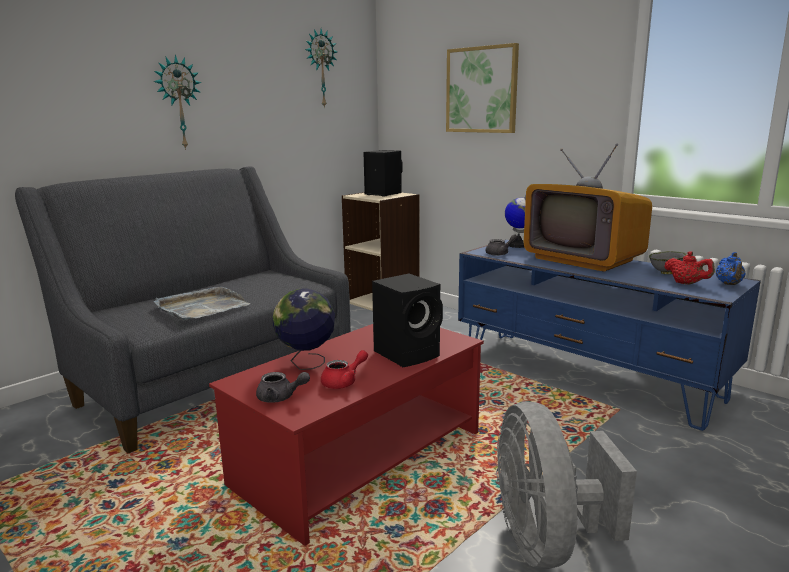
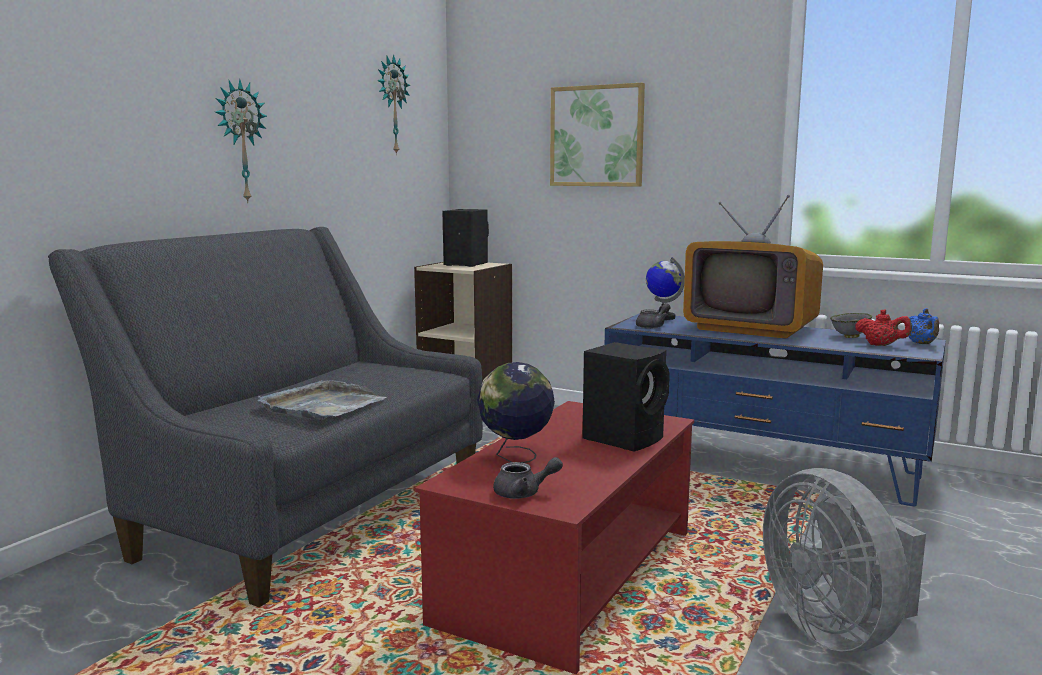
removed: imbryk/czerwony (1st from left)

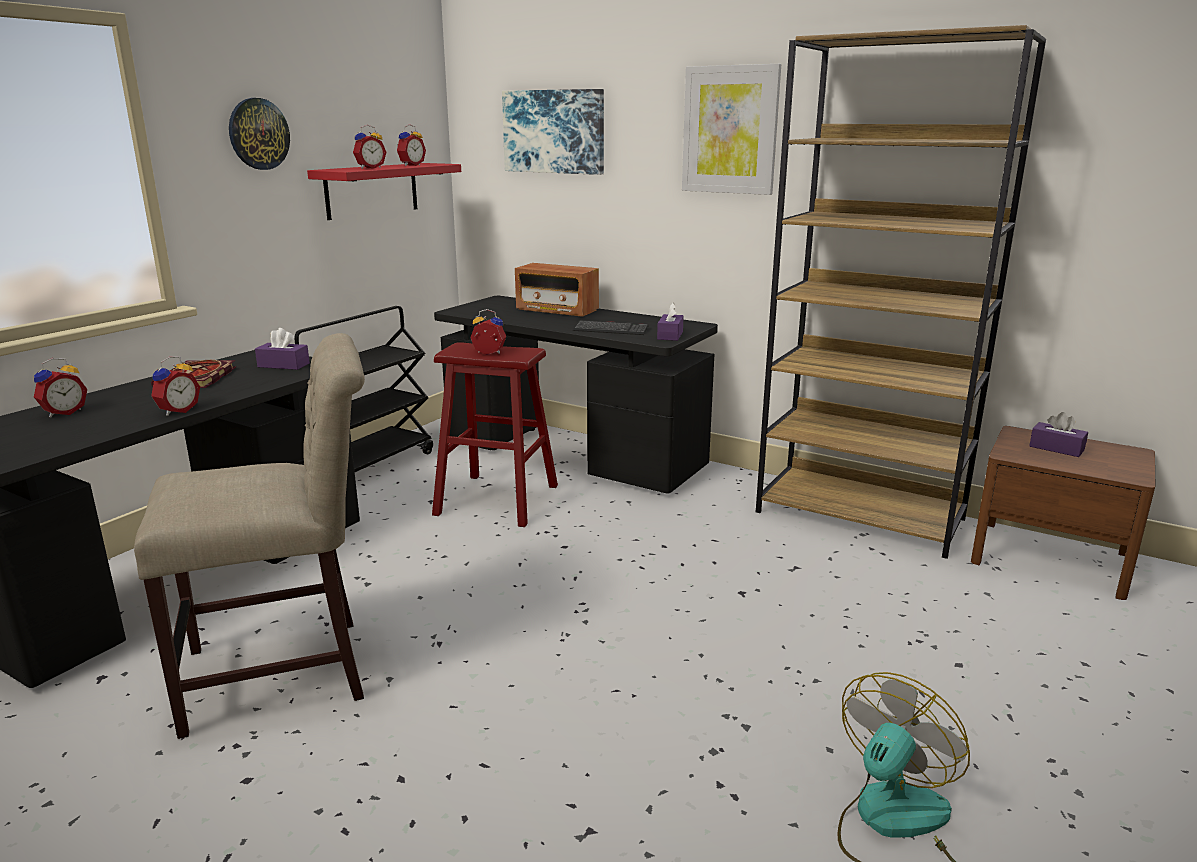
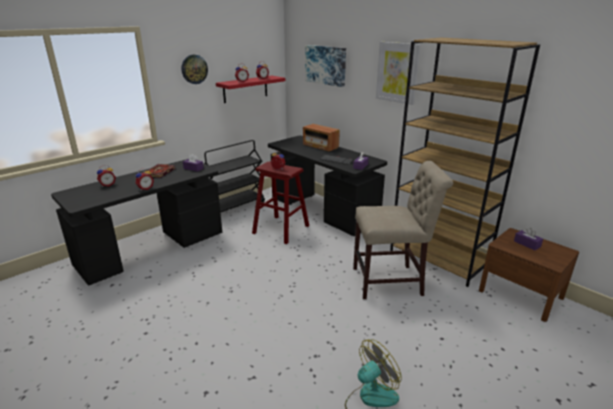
moved: krzesło/beżowy

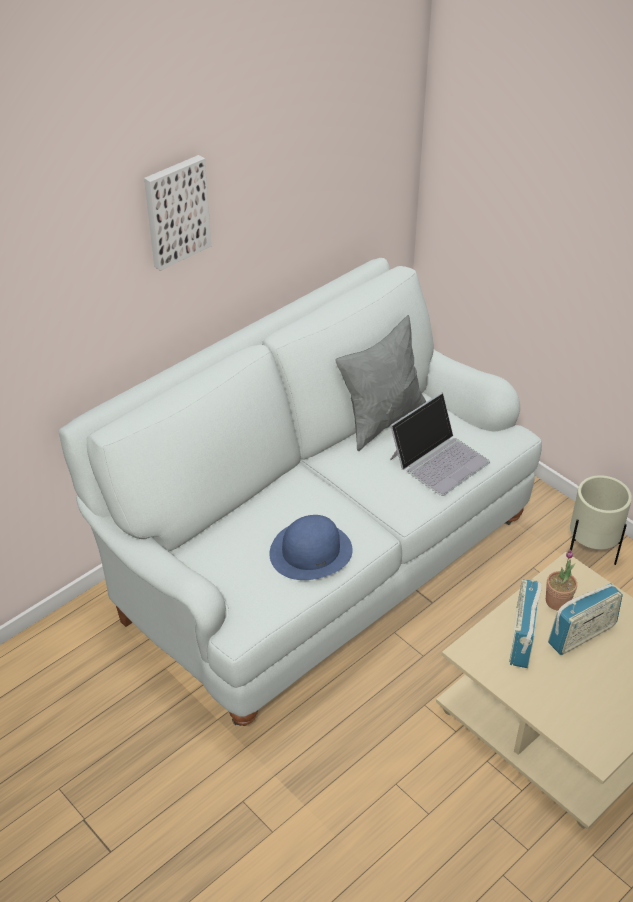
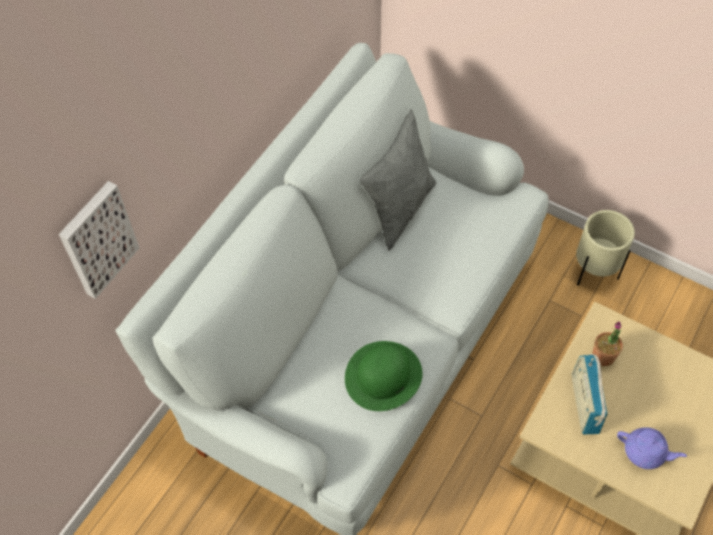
removed: laptop; radio (2nd from left)
added: imbryk/fioletowy
moved: obraz
recoloured: kapelusz/niebieski to kapelusz/zielony

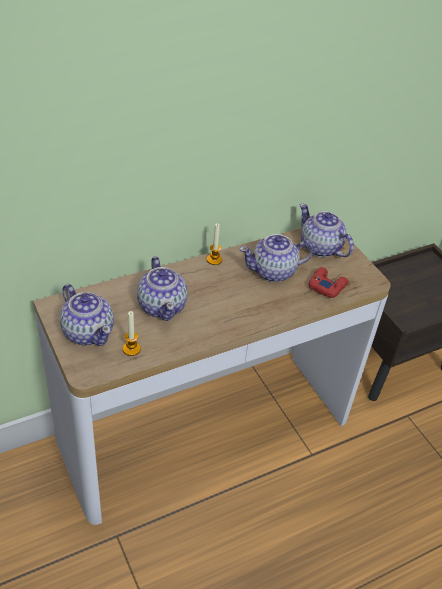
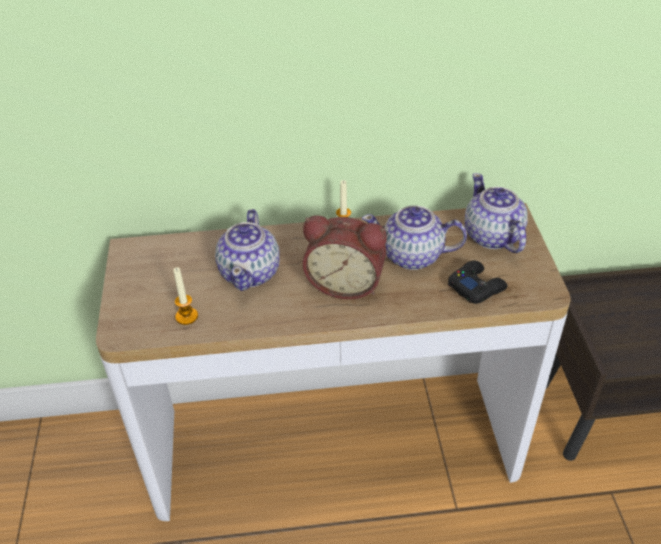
removed: imbryk (1st from left)
added: budzik
recoloured: pad do gier/czerwony to pad do gier/czarny

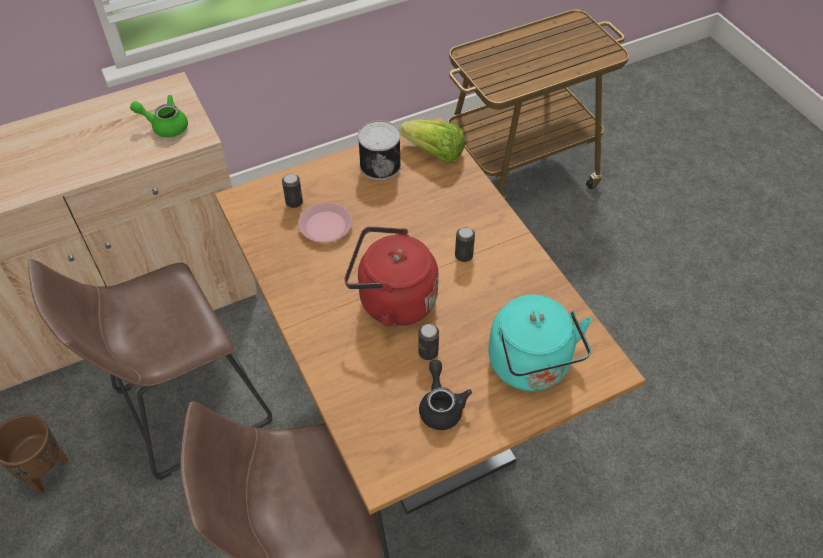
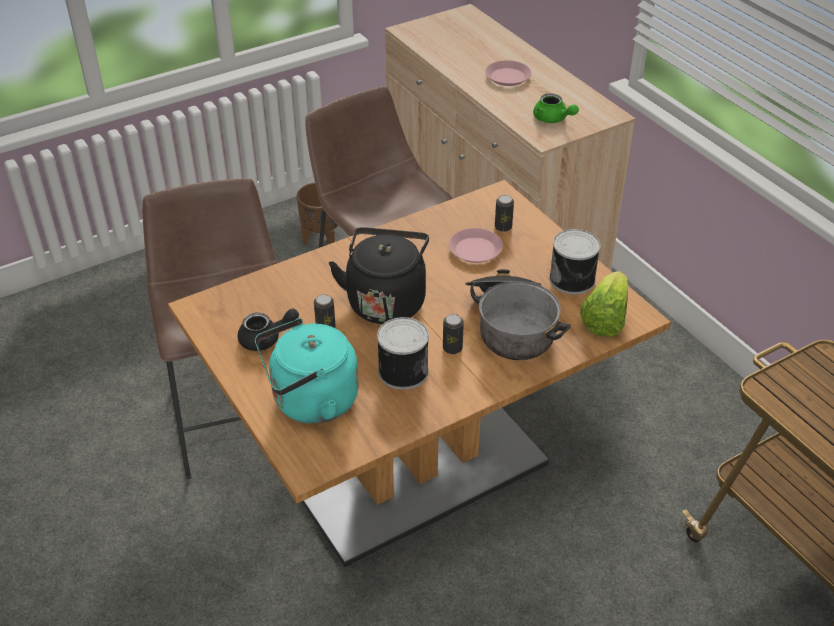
added: puszka (2nd from left); garnek; talerz/różowy (2nd from left)
recoloured: czajnik/czerwony to czajnik/czarny
turned: imbryk/zielony 135 degrees clockwise

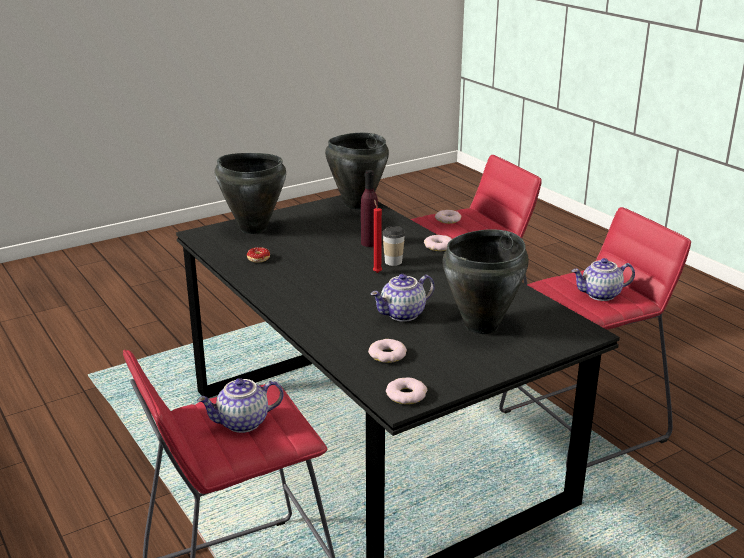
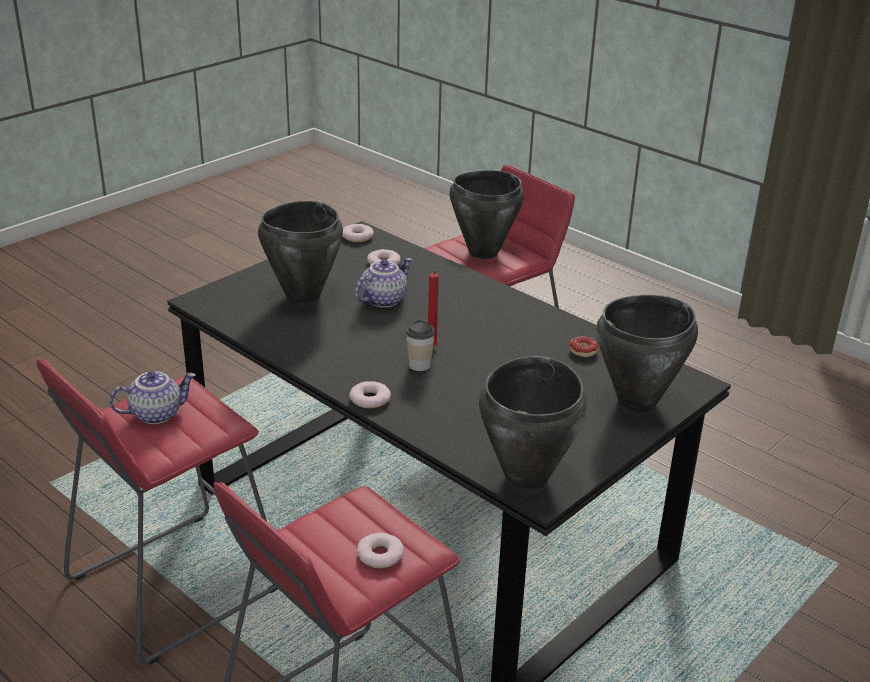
removed: butelka/fioletowy
replaced: imbryk (1st from left) to garnek/czarny (2nd from left)

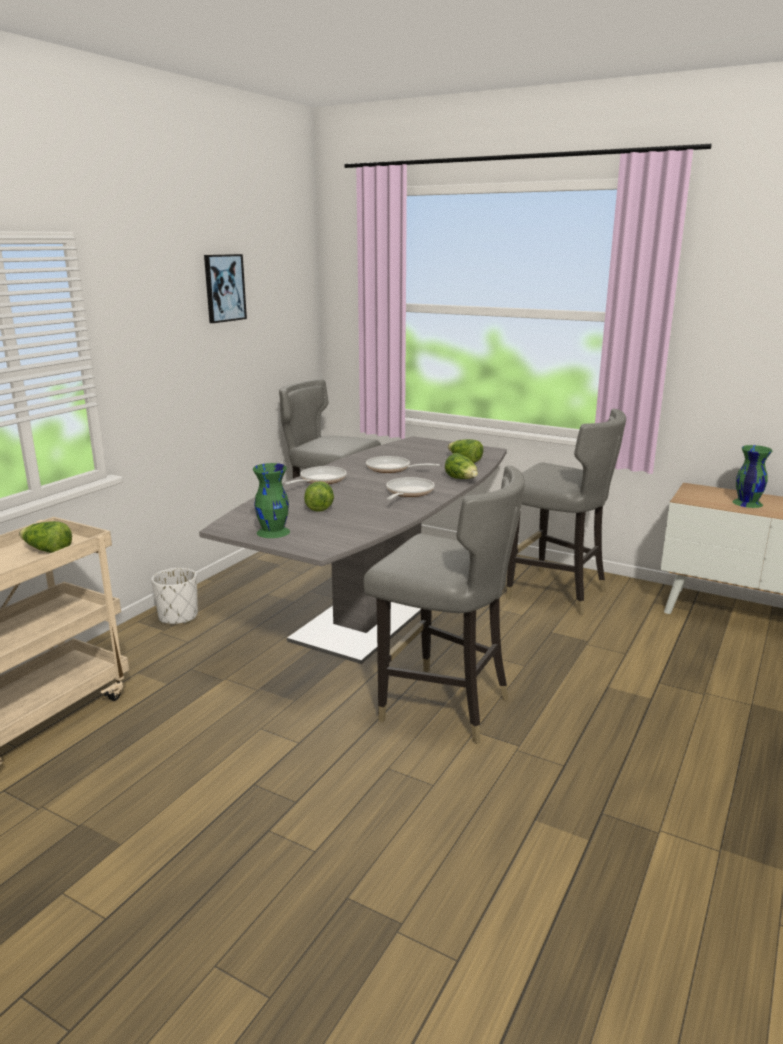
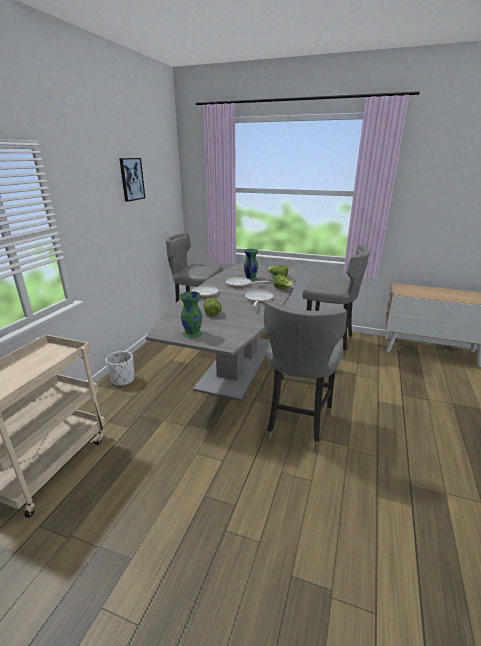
removed: sałata (1st from left)
moved: wazon/zielony (2nd from left)
turned: krzesło/szary (2nd from left) 90 degrees clockwise

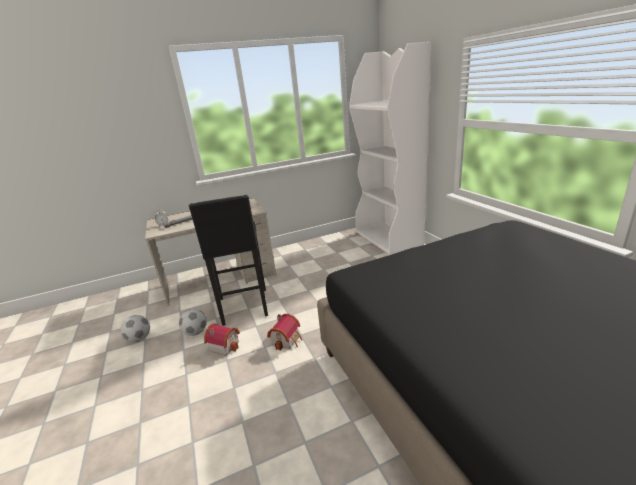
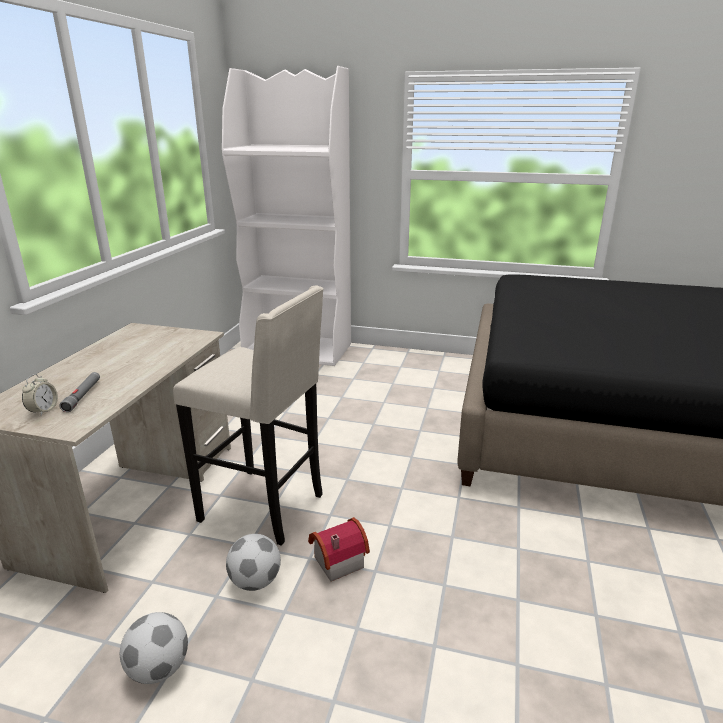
removed: domek (2nd from left)
recoloured: stołek/czarny to stołek/beżowy

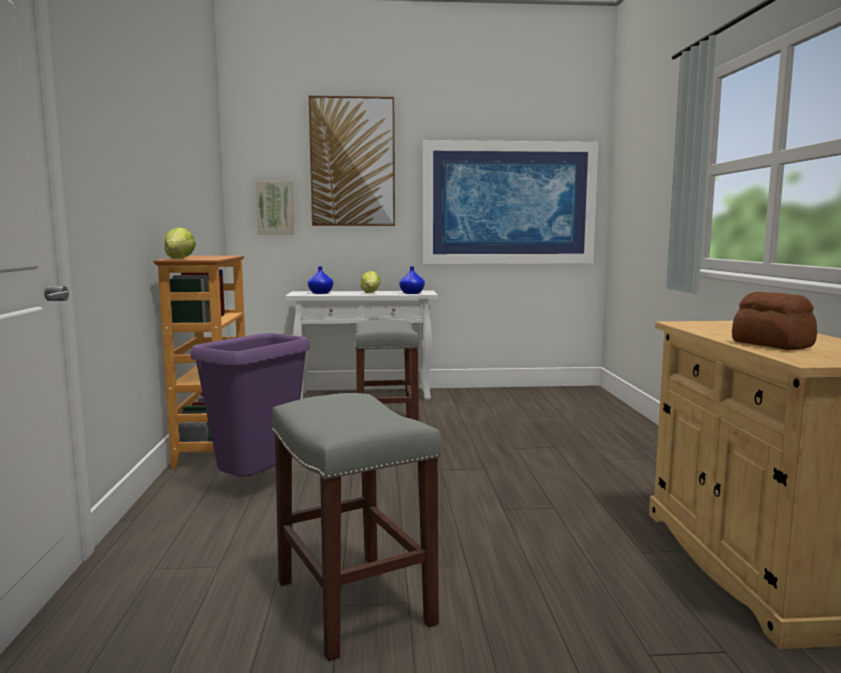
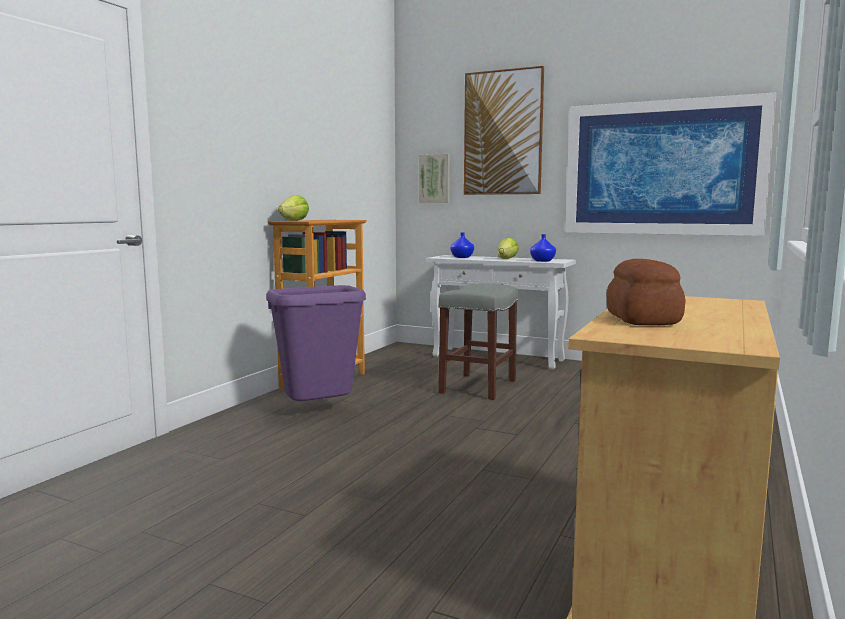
removed: stołek/szary (1st from left)

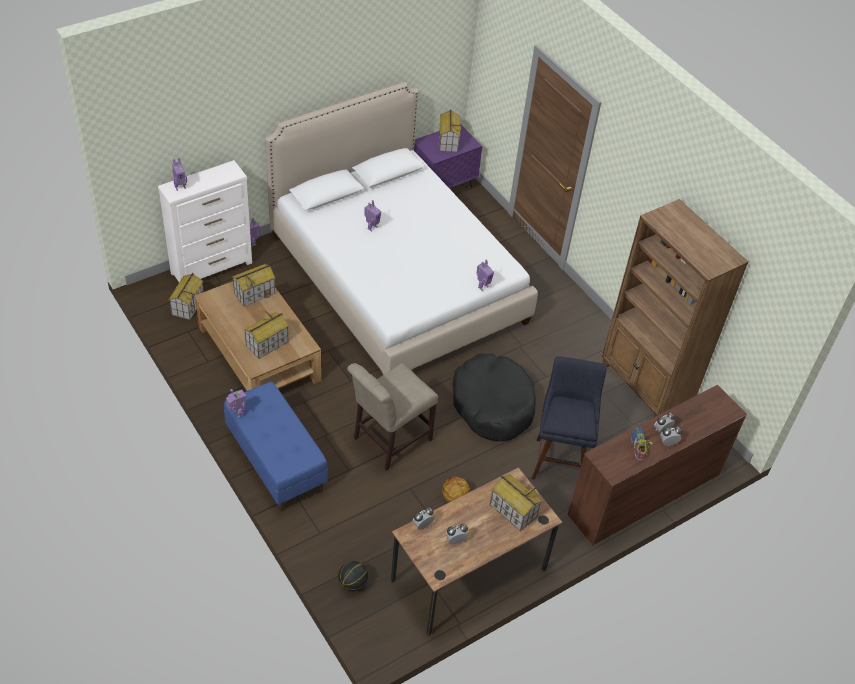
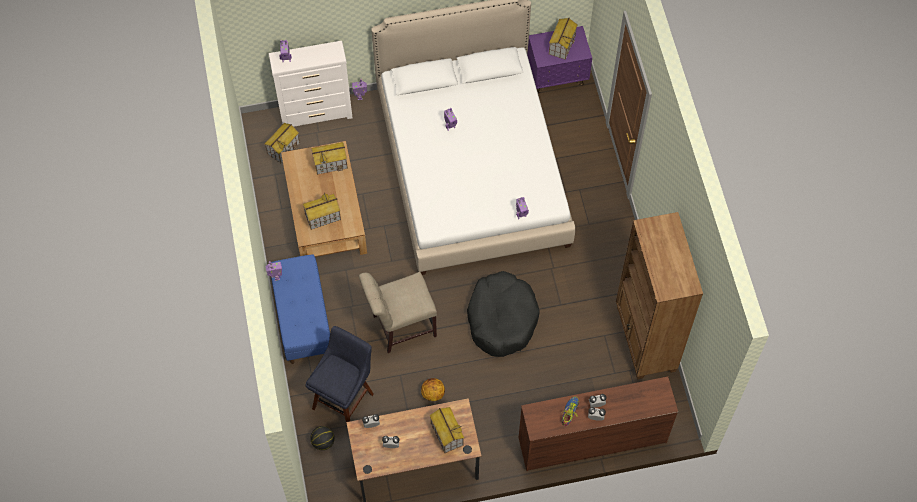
moved: stołek/niebieski

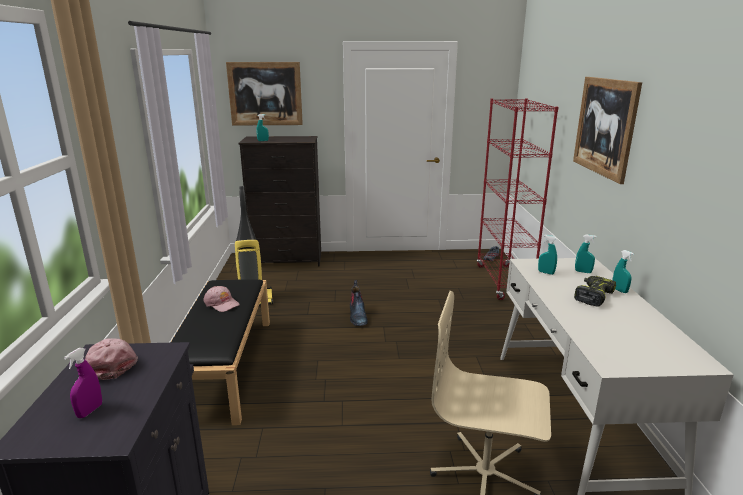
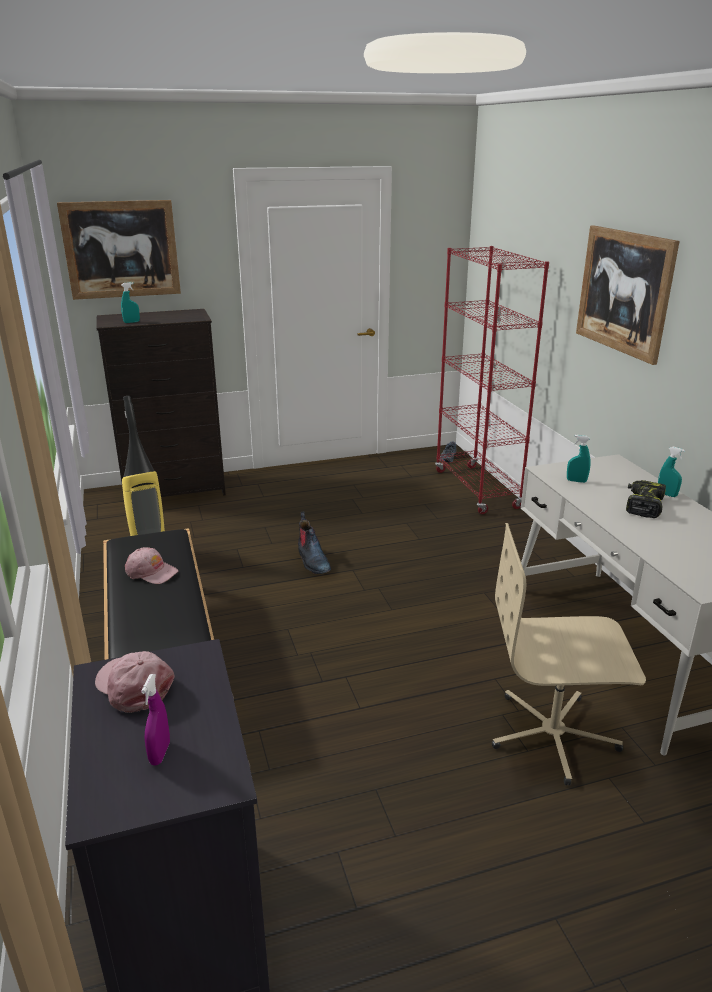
removed: spryskiwacz/turkusowy (3rd from left)

